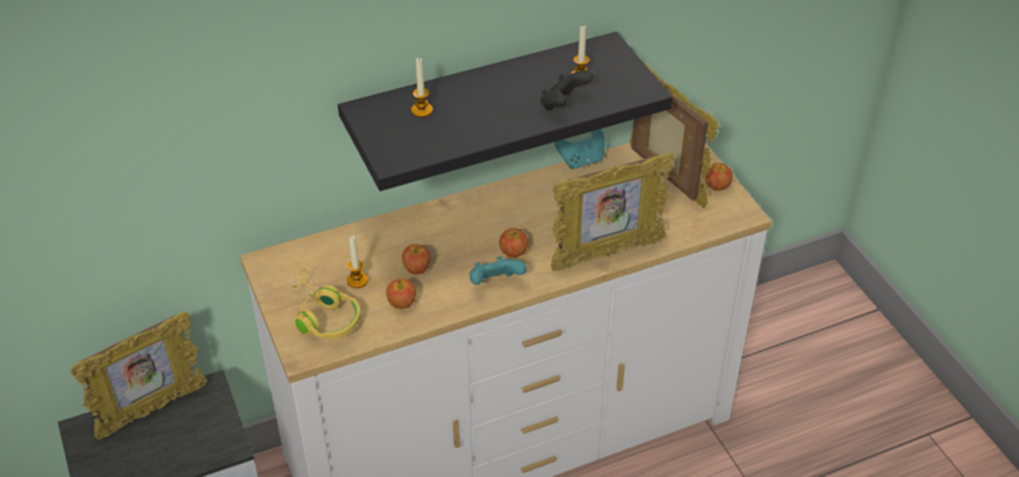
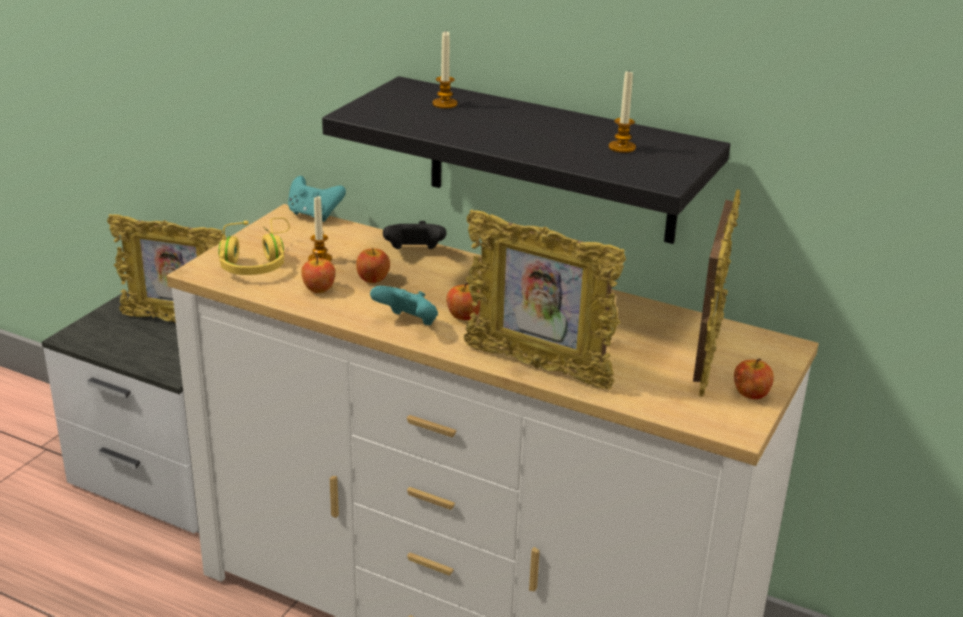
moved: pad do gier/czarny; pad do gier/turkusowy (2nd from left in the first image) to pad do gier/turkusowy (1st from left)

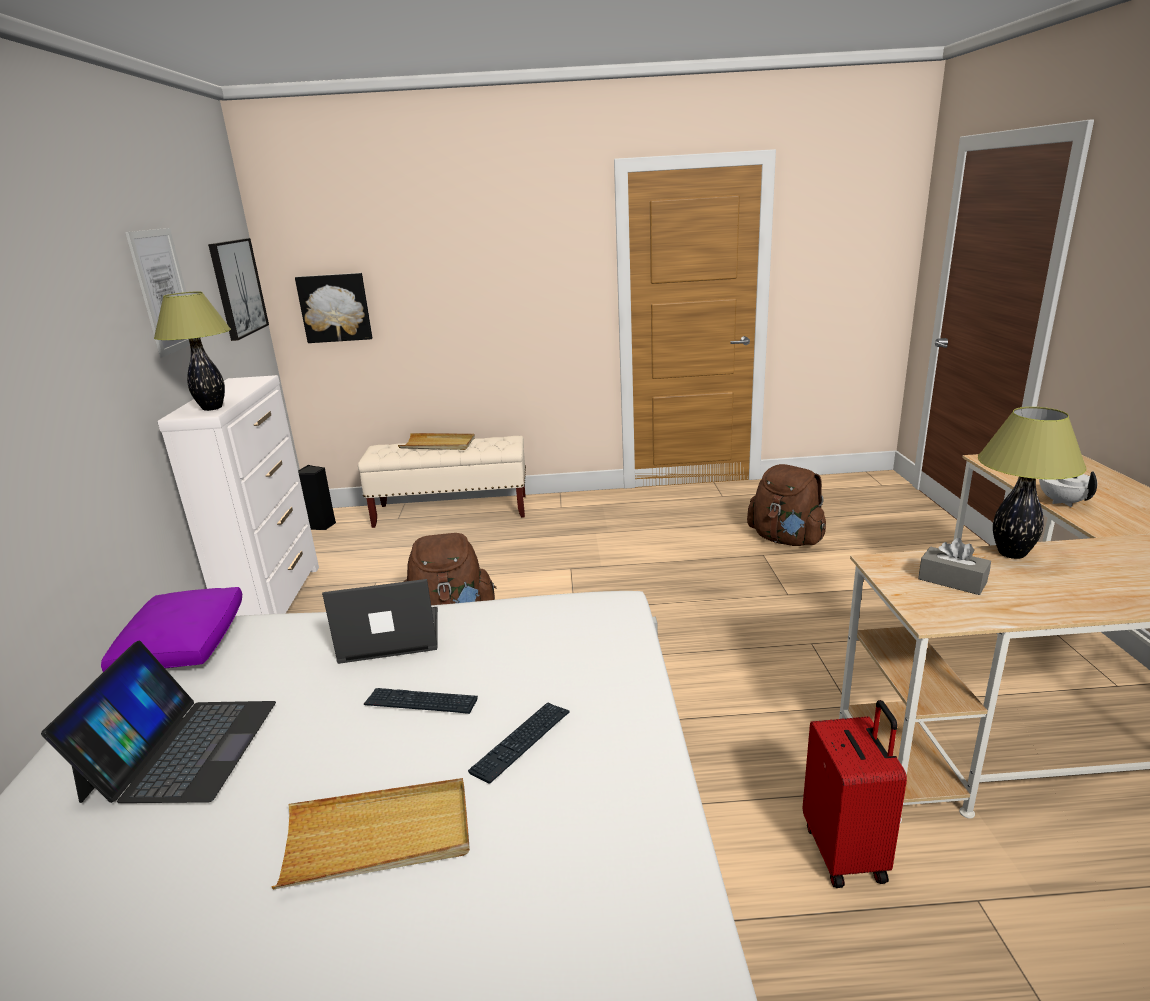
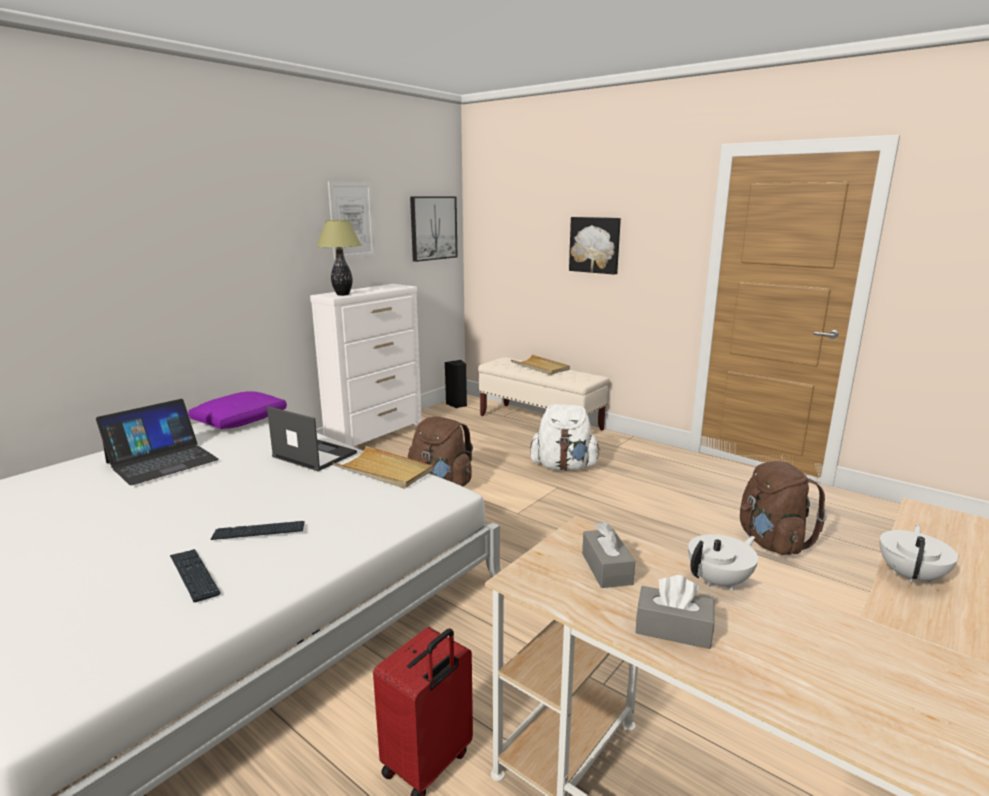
added: plecak/biały; pudełko chusteczek/szary (2nd from left)
moved: taca/beżowy (1st from left); obraz (3rd from left); klawiatura (1st from left)
replaced: lampa stołowa (2nd from left) to imbryk/biały (1st from left)

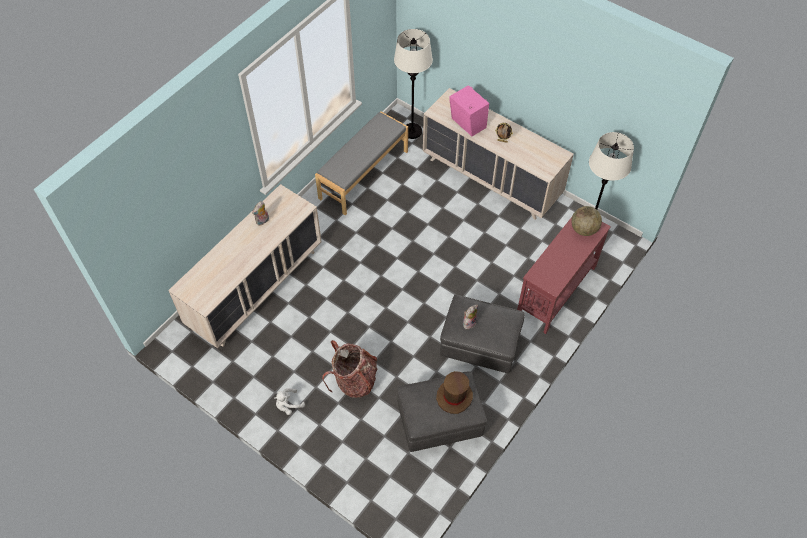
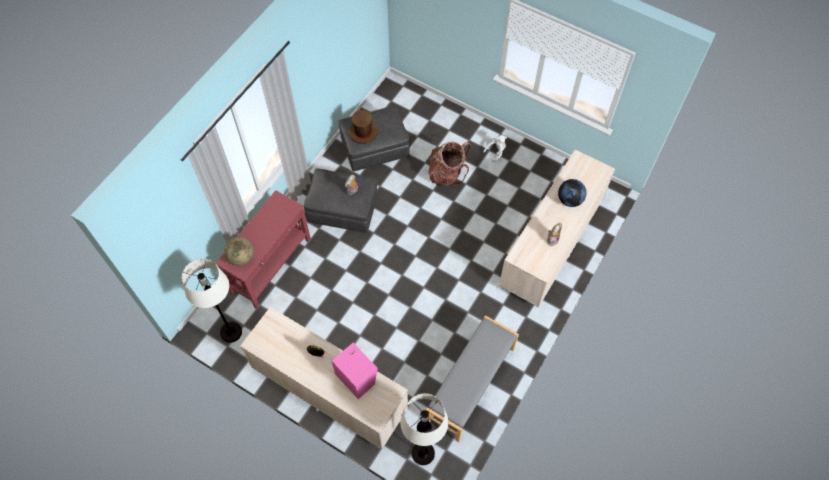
added: globus (2nd from left)

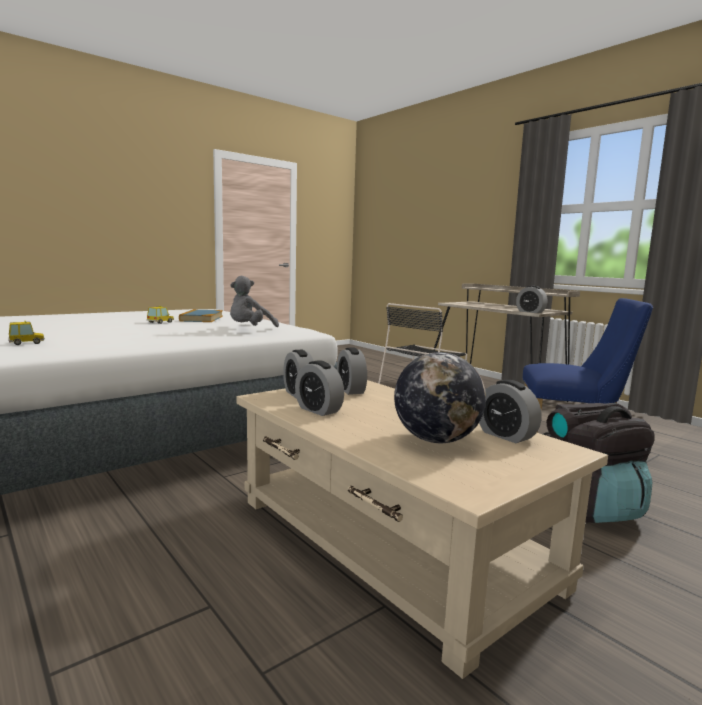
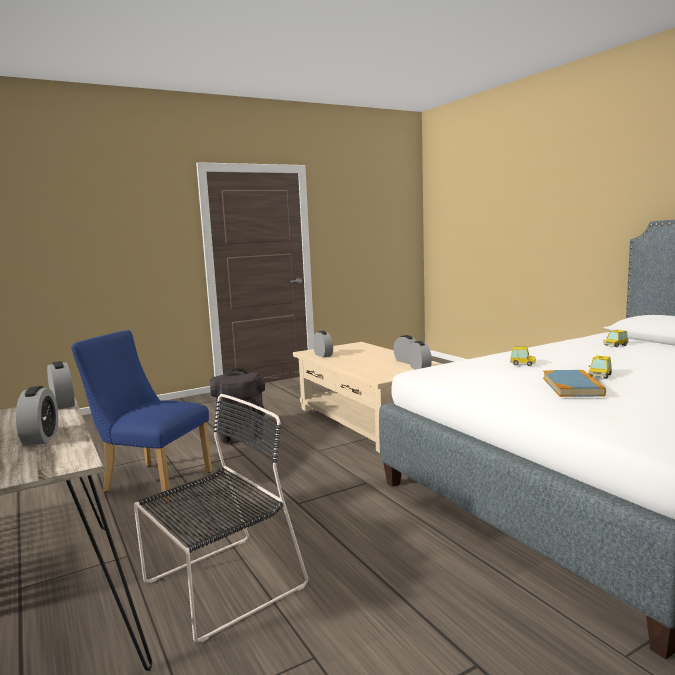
removed: pluszak/szary; globus
added: samochodzik (1st from left)
moved: budzik (3rd from left in the first image) to budzik (1st from left)

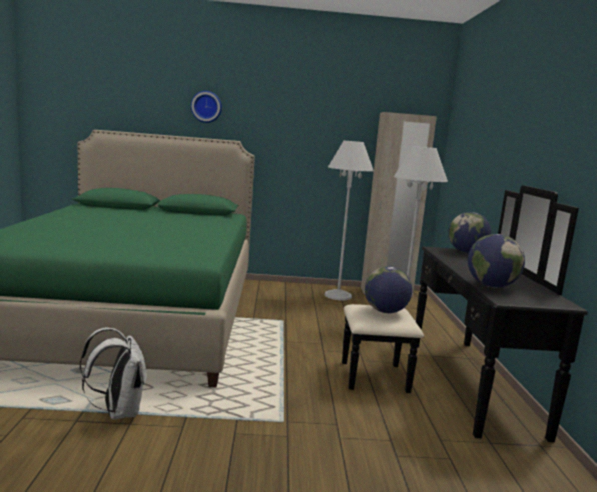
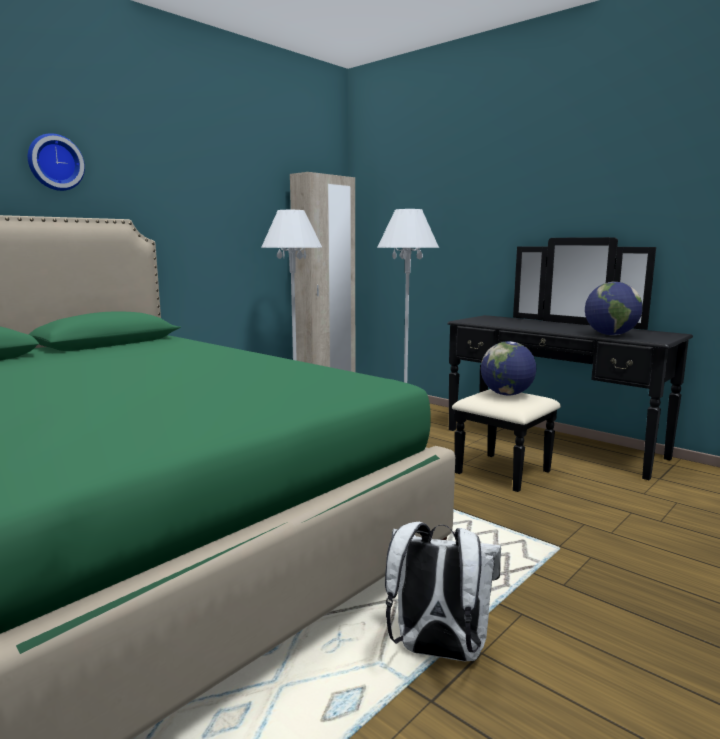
removed: globus (2nd from left)

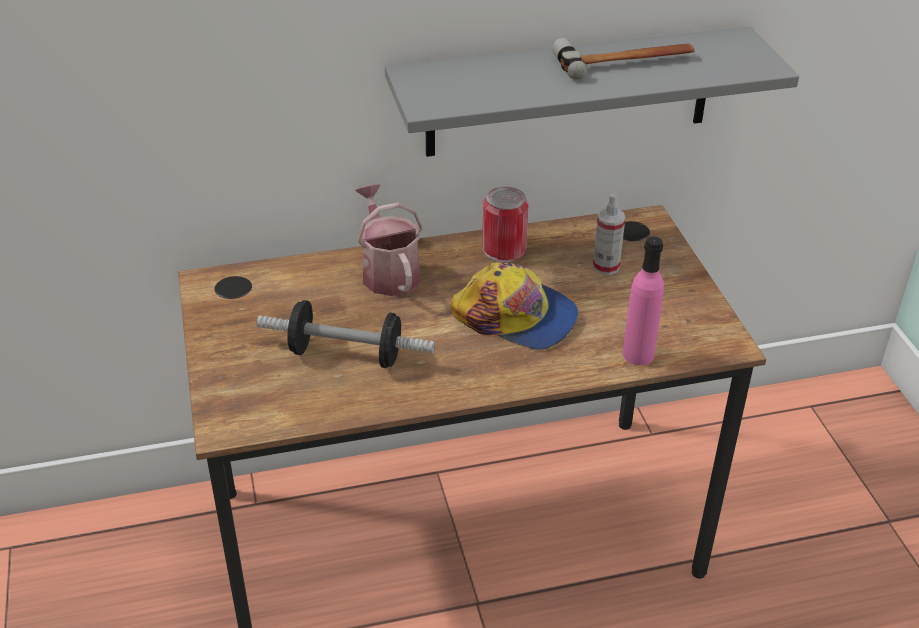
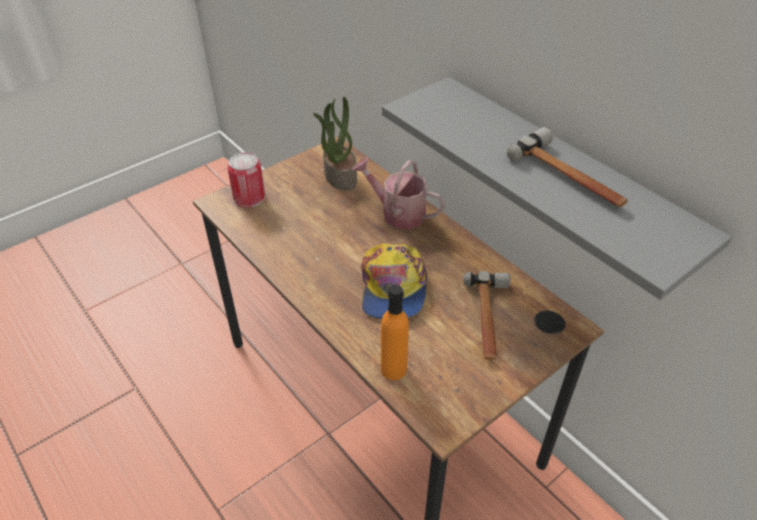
removed: hantel
added: roślina doniczkowa
moved: puszka
replaced: spryskiwacz to młotek (1st from left)
recoloured: butelka/różowy to butelka/pomarańczowy
turned: konewka 105 degrees counterclockwise

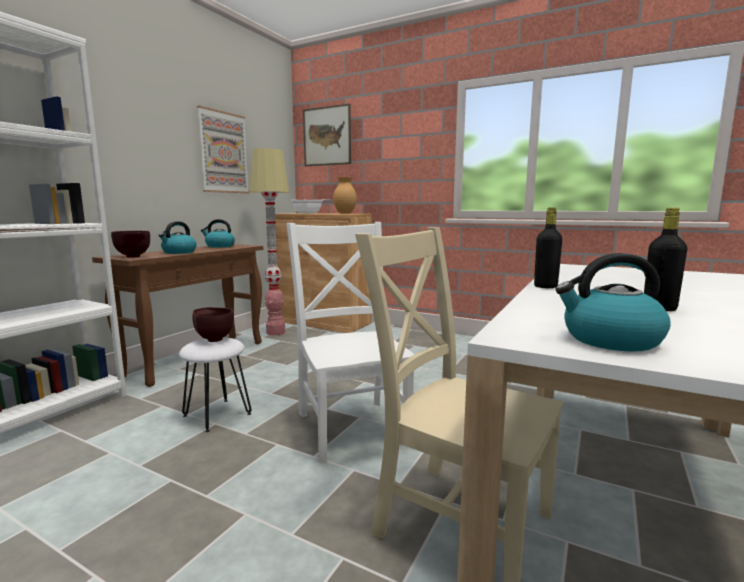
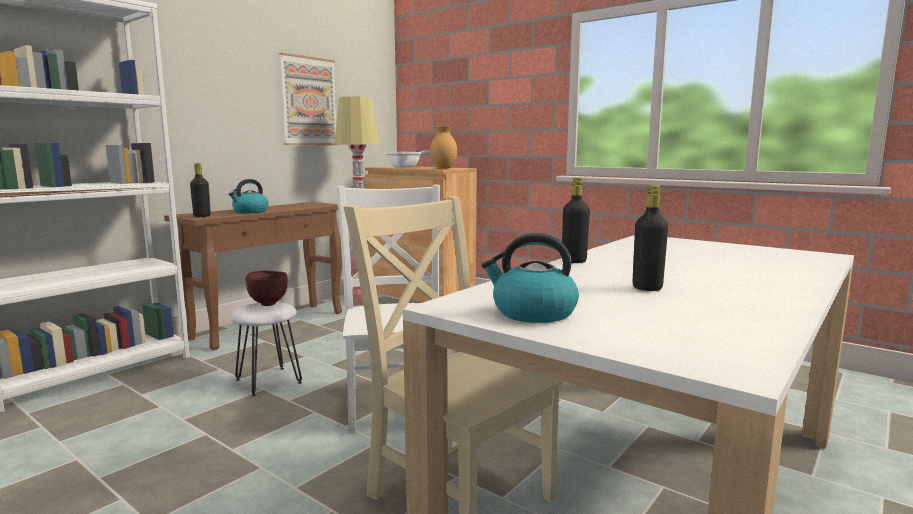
removed: czajnik (2nd from left); obraz (2nd from left)
replaced: miska/brązowy (1st from left) to butelka/czarny (1st from left)

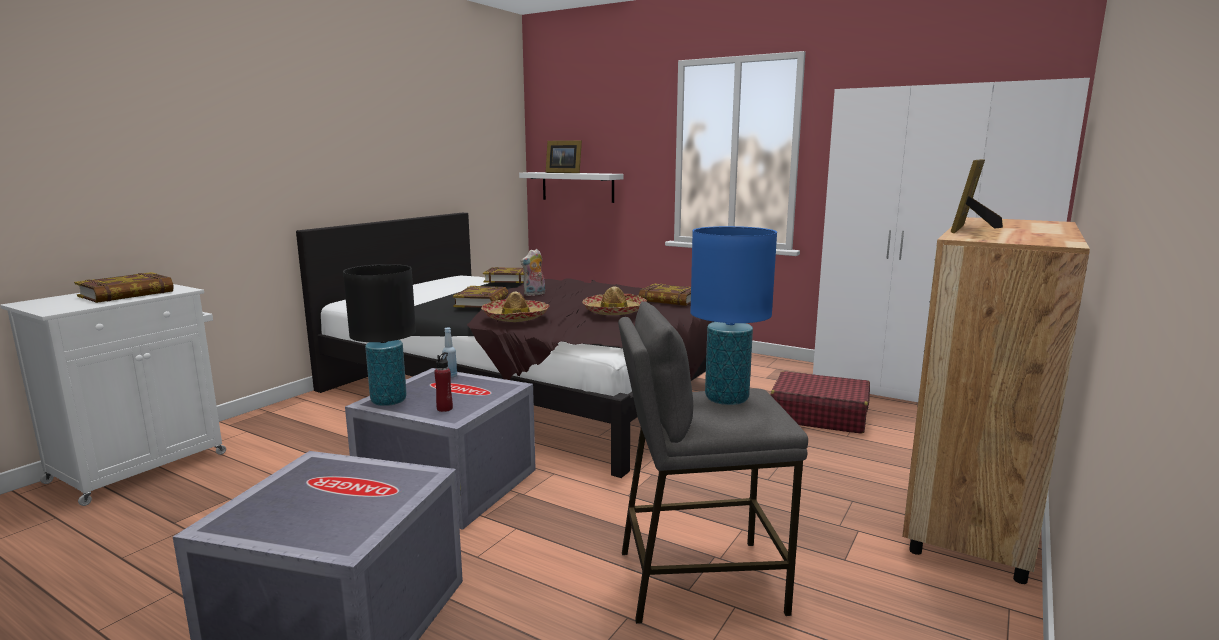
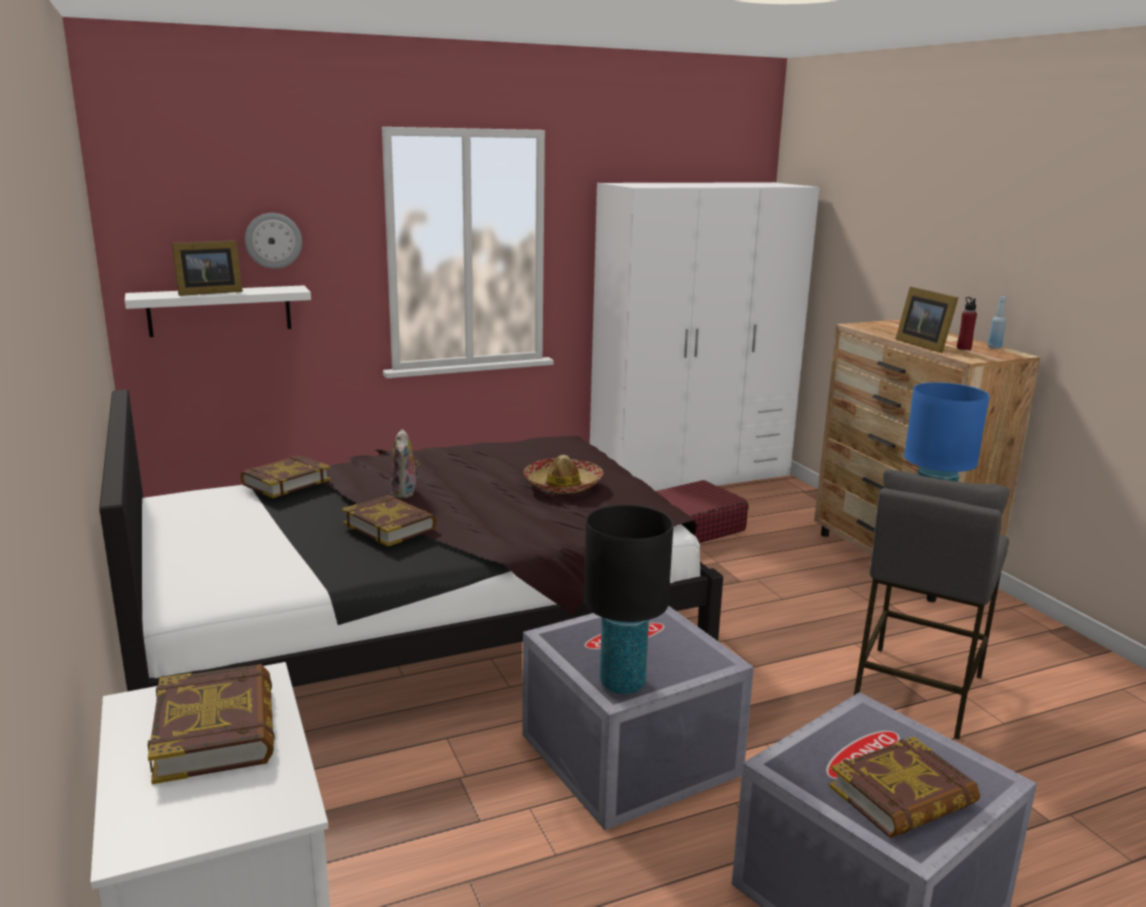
removed: kapelusz (1st from left)
added: zegar ścienny
moved: butelka/czerwony; butelka/niebieski; książka (4th from left)

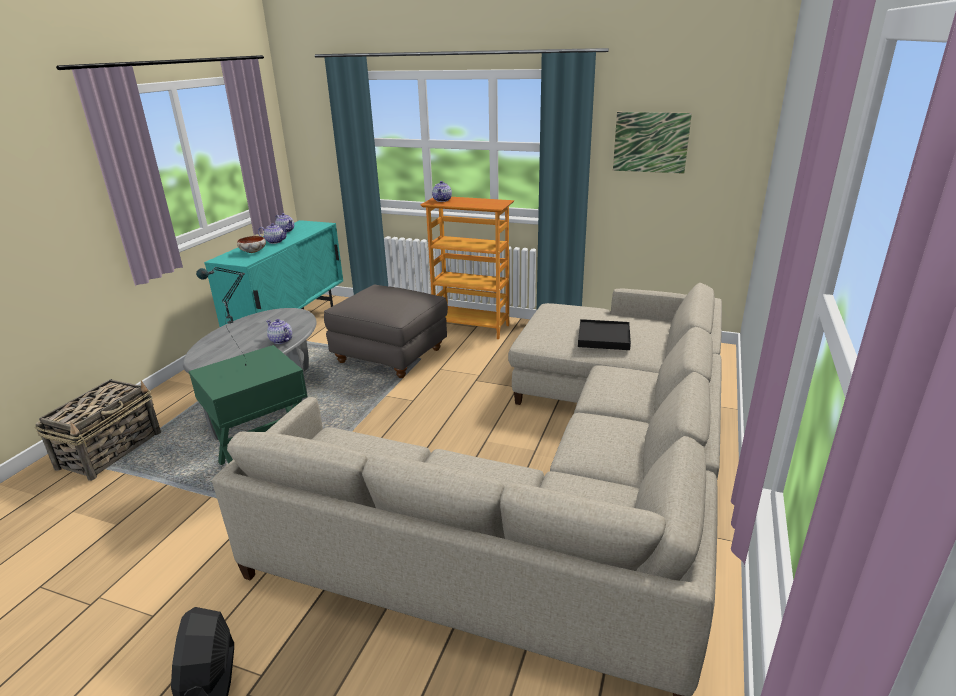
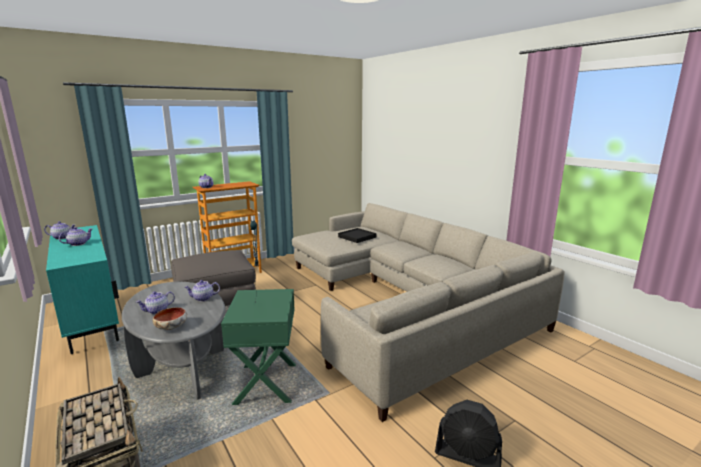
removed: obraz
added: imbryk (3rd from left)
moved: miska

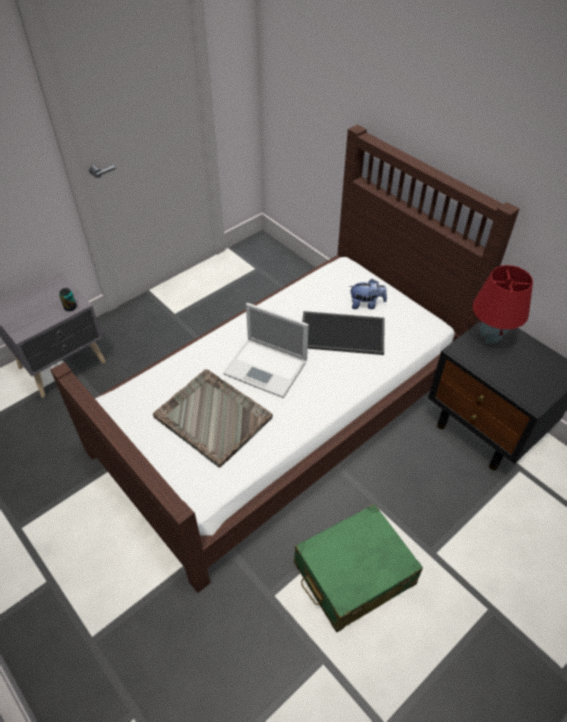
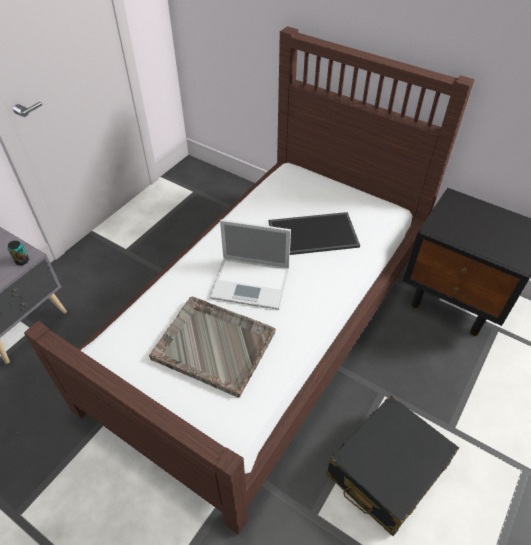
removed: pluszak; lampa stołowa/czerwony
recoloured: walizka/zielony to walizka/czarny

